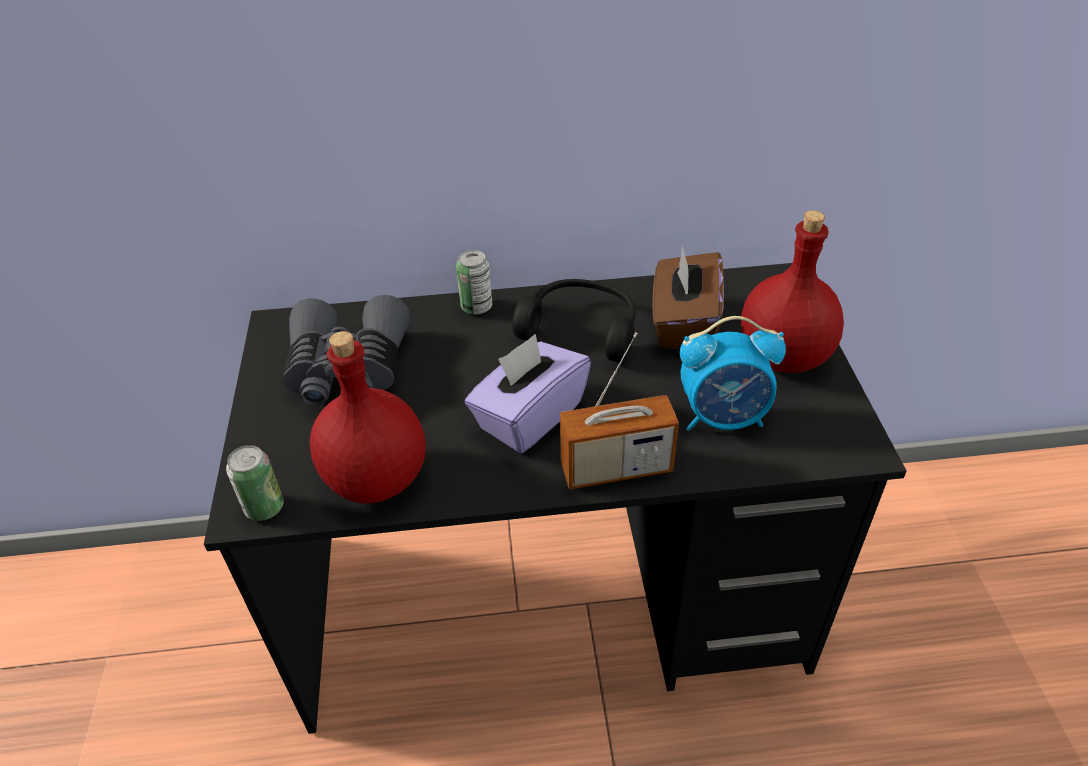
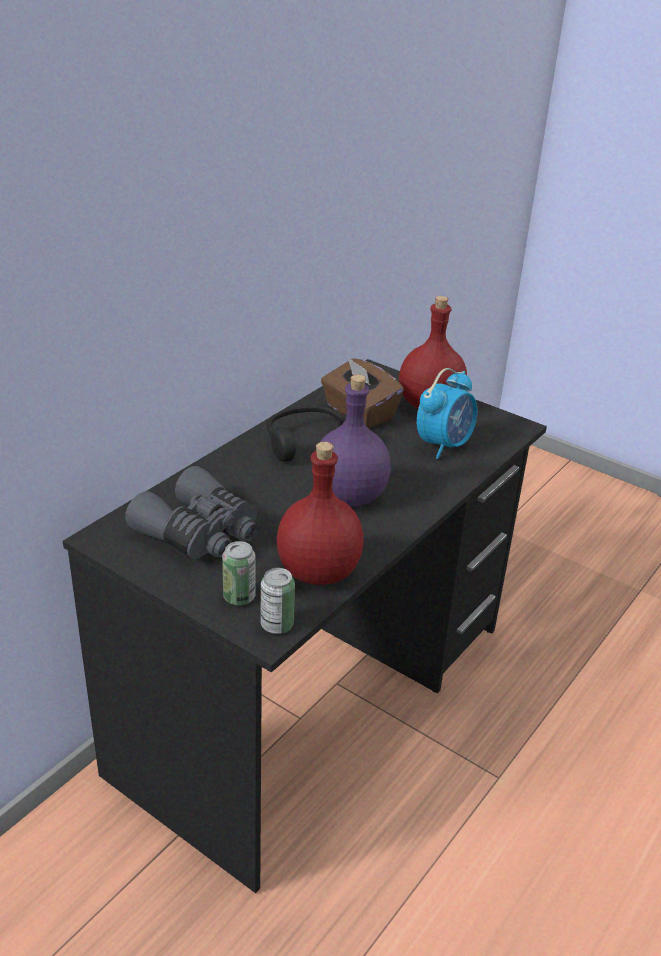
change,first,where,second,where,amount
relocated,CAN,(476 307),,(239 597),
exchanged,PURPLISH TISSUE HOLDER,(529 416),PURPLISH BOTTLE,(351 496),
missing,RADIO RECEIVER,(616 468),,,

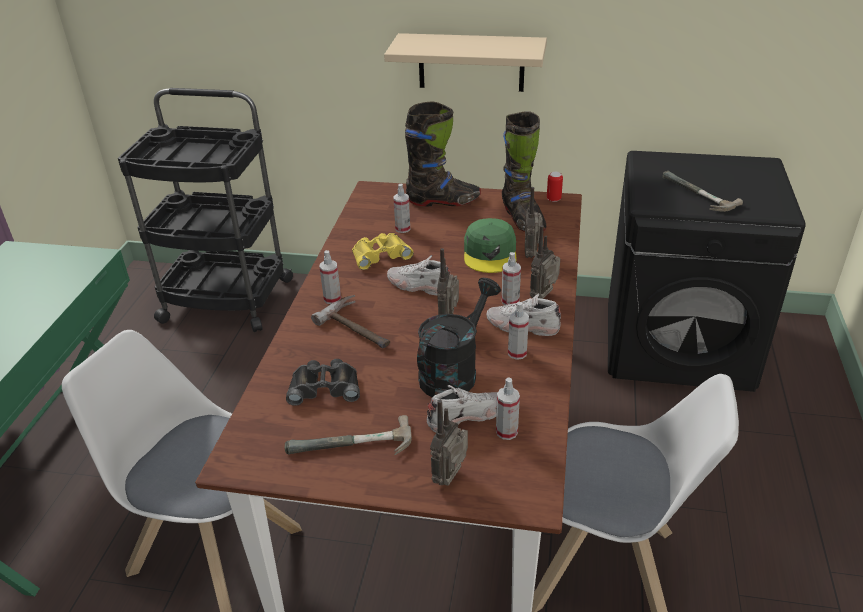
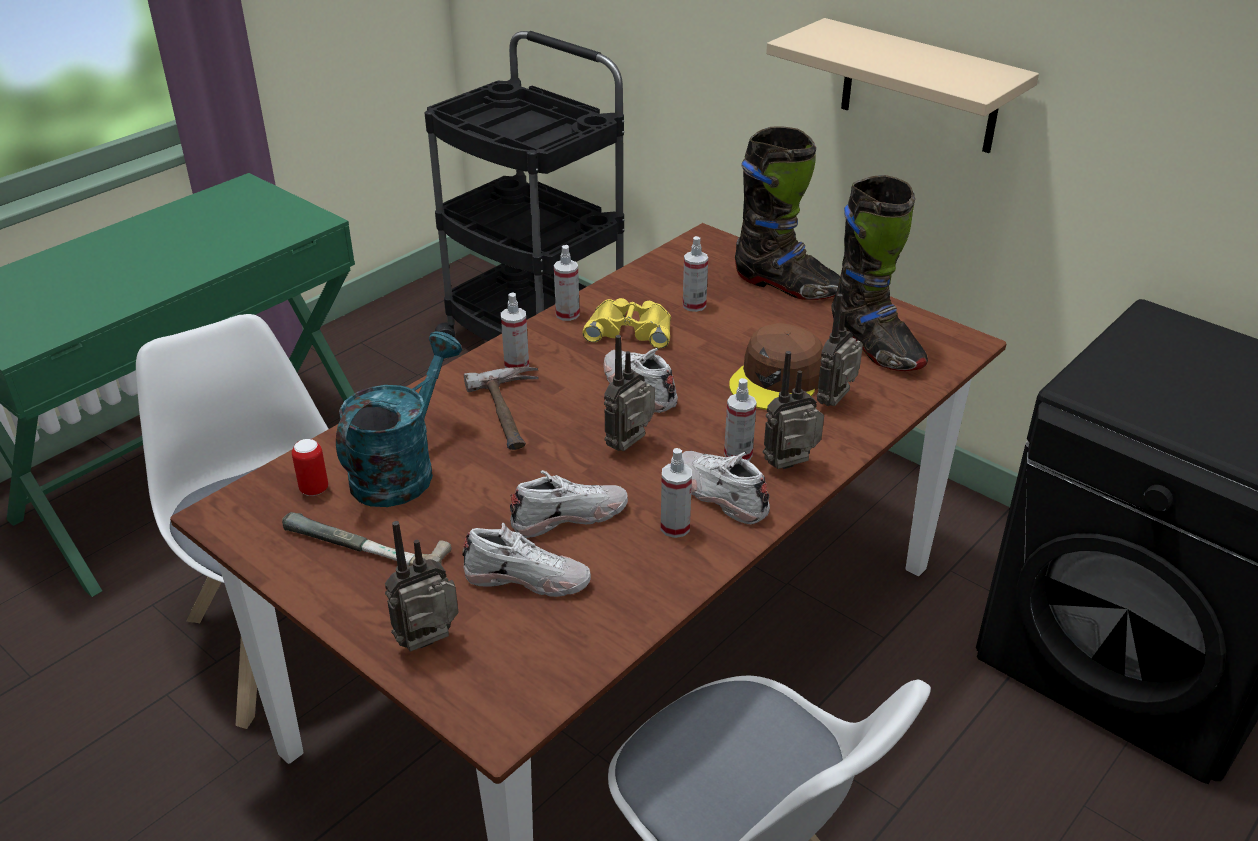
change,first,where,second,where,amount
relocated,CAN,(553 199),,(314 489),
exchanged,BLACK BINOCULARS,(324 387),TURQUOISE-COLOURED WATERING CAN,(401 469),
exchanged,BLACK WATERING CAN,(454 371),WHITE ITEM OF FOOTWEAR,(569 516),
relocated,HAND SPRAYER,(506 432),,(567 314),
colour,GREEN-COLOURED BASEBALL CAP,(490 253),BROWNISH BASEBALL CAP,(778 380),
spun,BLACK HIGH-TOP BOOT,(522 219),,(875 348),45 degrees counterclockwise
missing,TOOL HAMMER,(694 195),,,

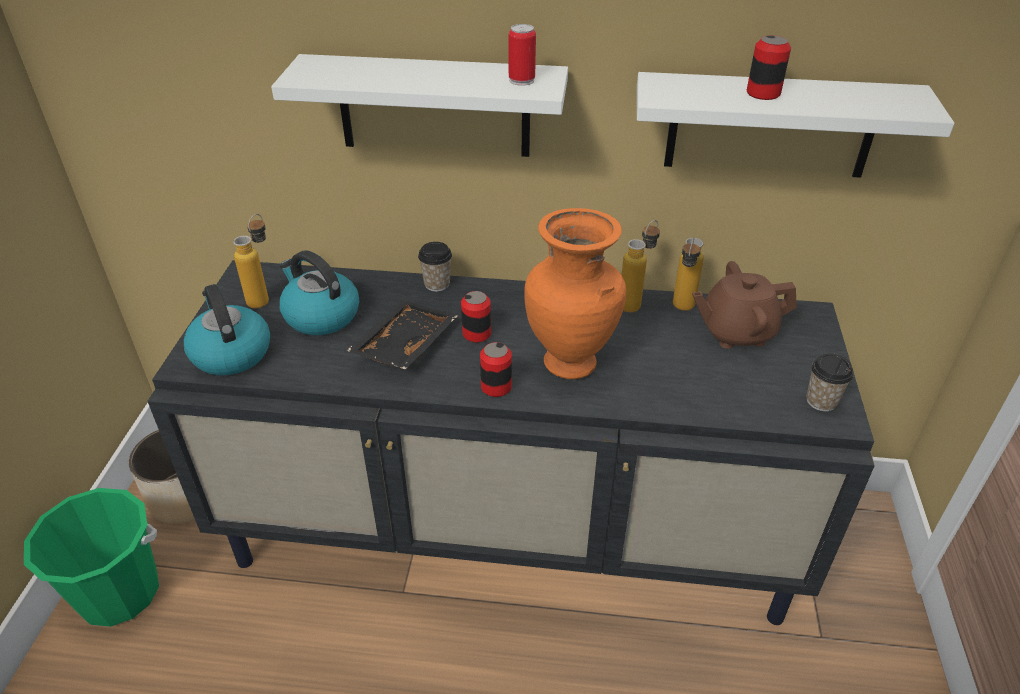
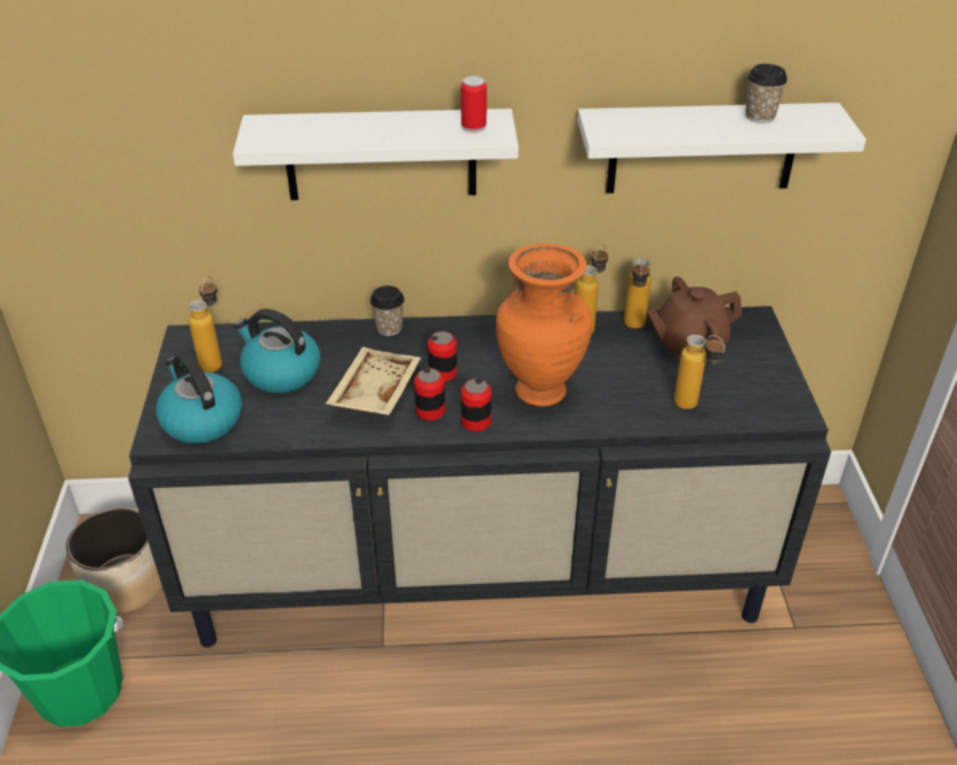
change,first,where,second,where,amount
colour,BLACK CARRYING TRAY,(403 344),BEIGE CARRYING TRAY,(373 392),
relocated,CAN,(763 93),,(430 411),
appeared,,,BOTTLE,(693 407),
relocated,SMALL CUP,(821 401),,(760 116),

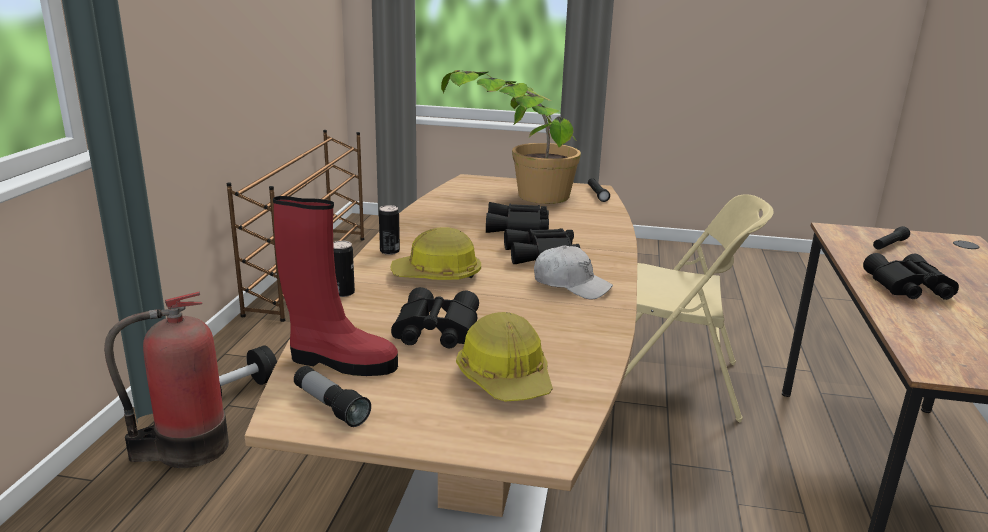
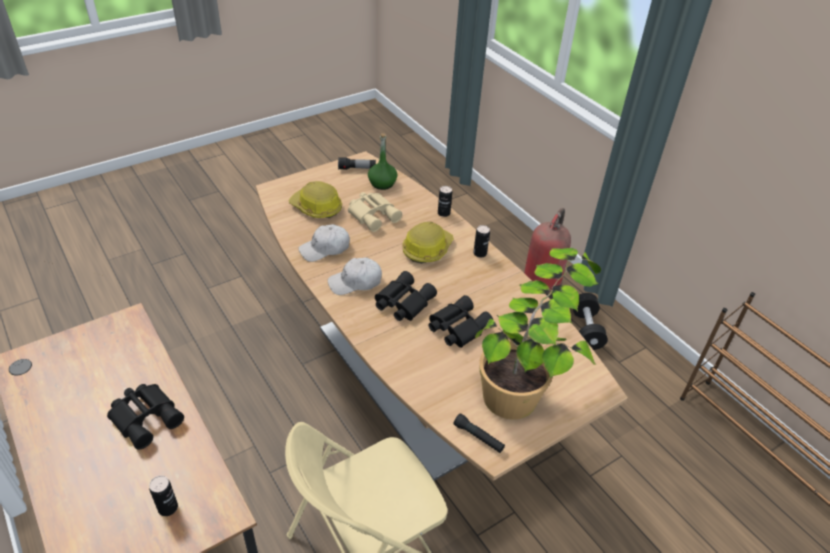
change,first,where,second,where,amount
exchanged,BLACK HAND TORCH,(889 245),CAN,(168 508),
appeared,,,WHITE BASEBALL CAP,(325 249),
colour,BLACK BINOCULARS,(434 330),BEIGE BINOCULARS,(374 215),
exchanged,RED-COLOURED HIGH-TOP BOOT,(340 362),GREEN-COLOURED BOTTLE,(382 183),

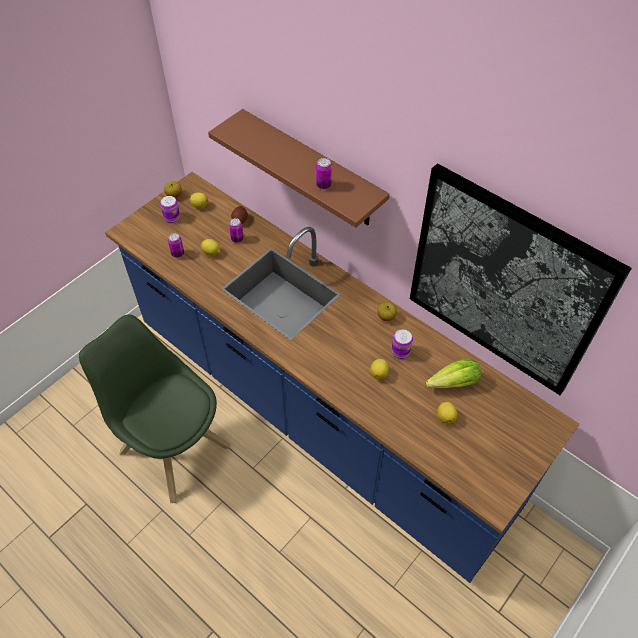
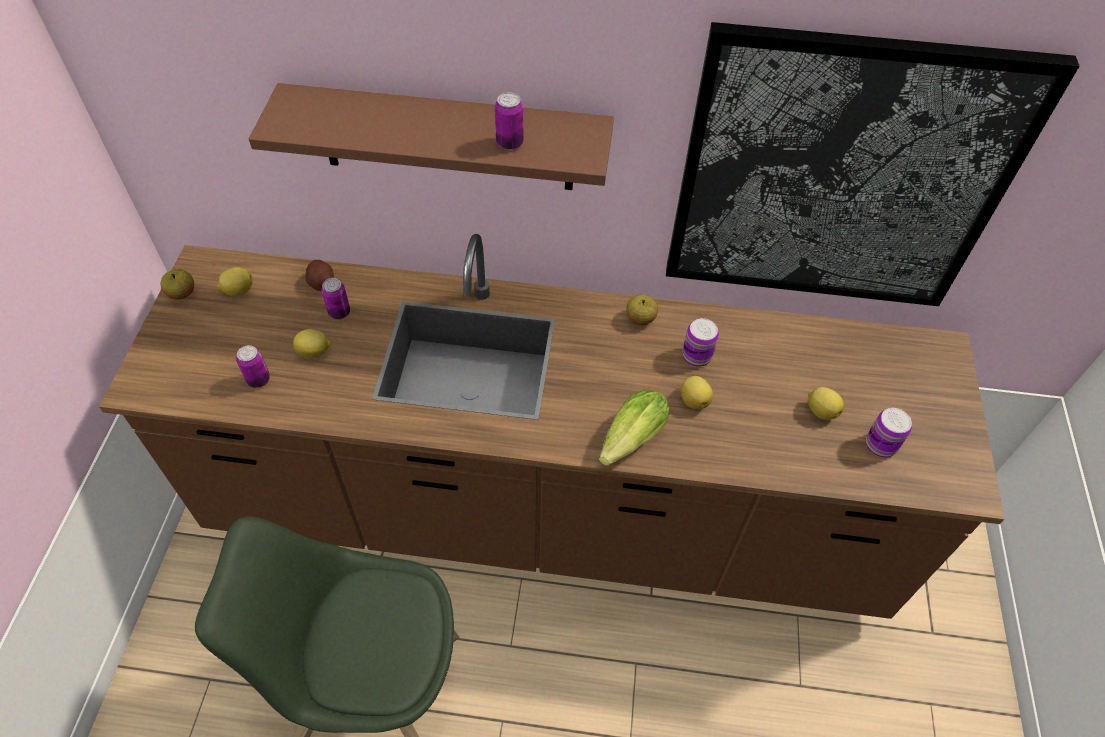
change,first,where,second,where,amount
colour,BLUISH KITCHEN BASE UNIT,(319 414),BROWNISH KITCHEN BASE UNIT,(547 518),
relocated,LETTUCE,(450 383),,(628 441),
relocated,CAN,(172 218),,(880 445),

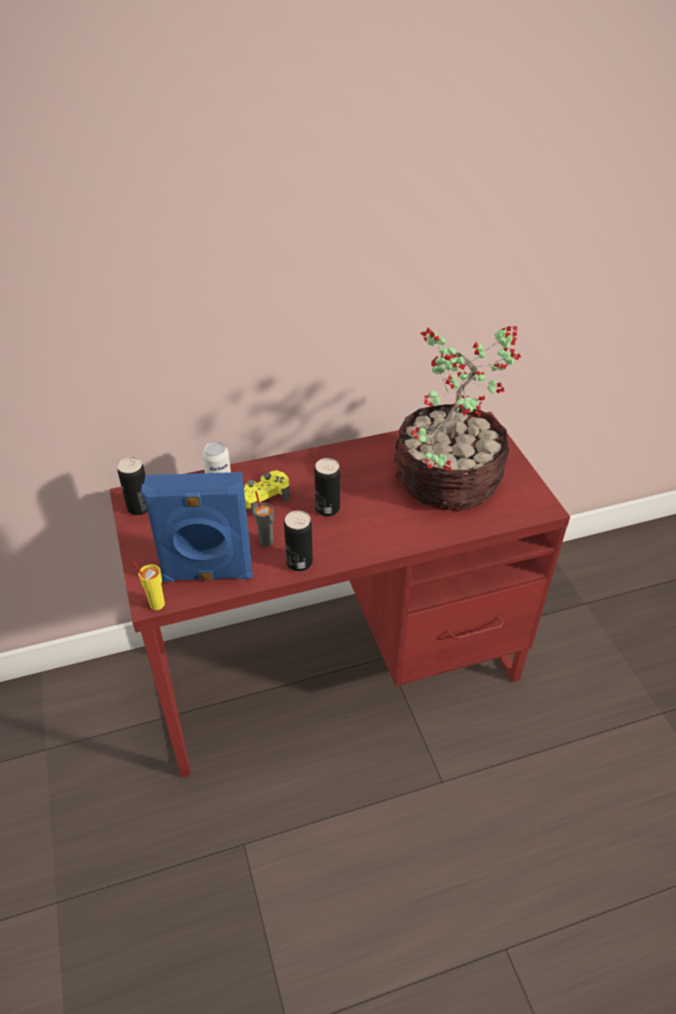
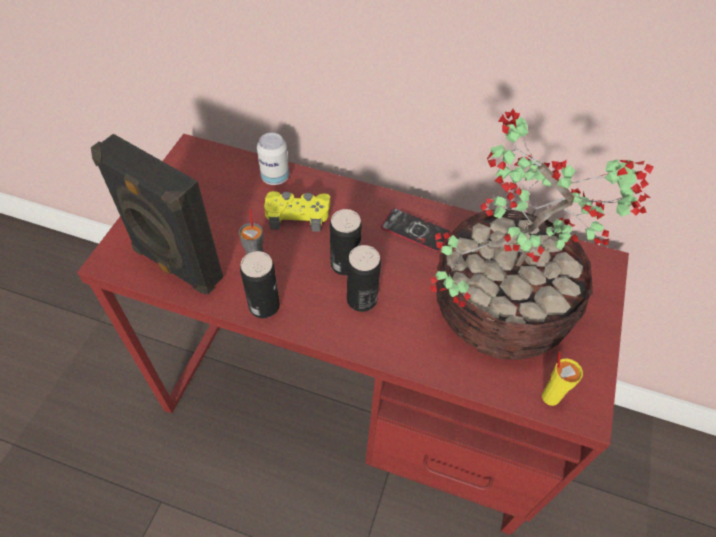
change,first,where,second,where,amount
colour,BLUISH SPEAKER,(207 574),BLACK SPEAKER,(176 265),
relocated,CAN,(139 507),,(361 299),
appeared,,,TELEPHONE,(415 231),
relocated,YELLOWISH SMALL CUP,(156 604),,(550 396),

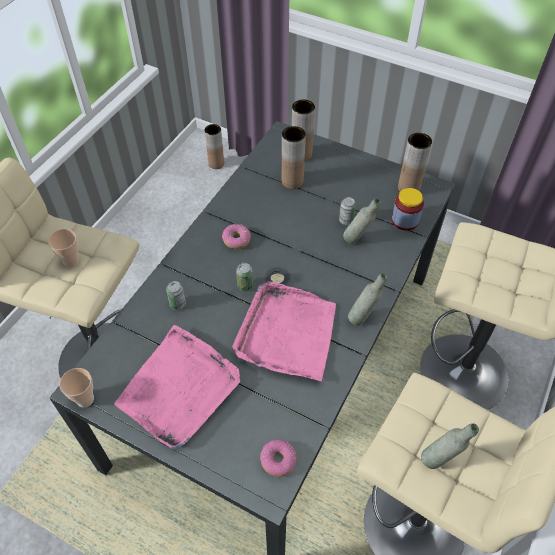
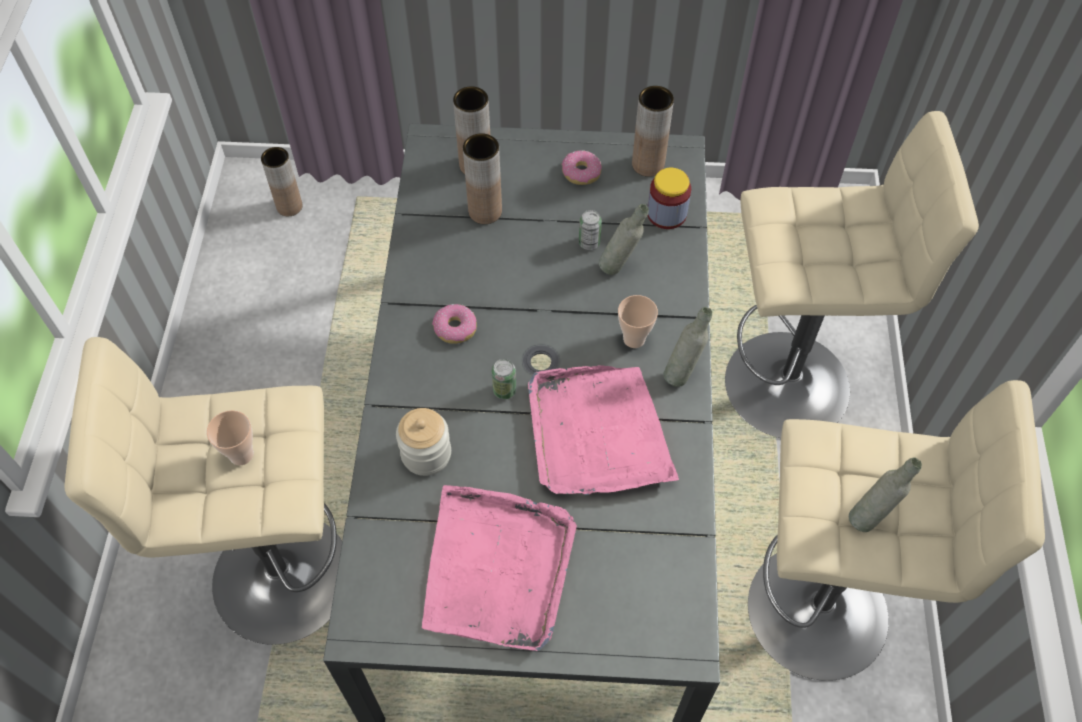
change,first,where,second,where,amount
exchanged,CAN,(178 304),PRESERVE JAR,(426 454),
relocated,RING DOUGHNUT,(278 460),,(581 173),
relocated,SMALL CUP,(85 399),,(634 339),

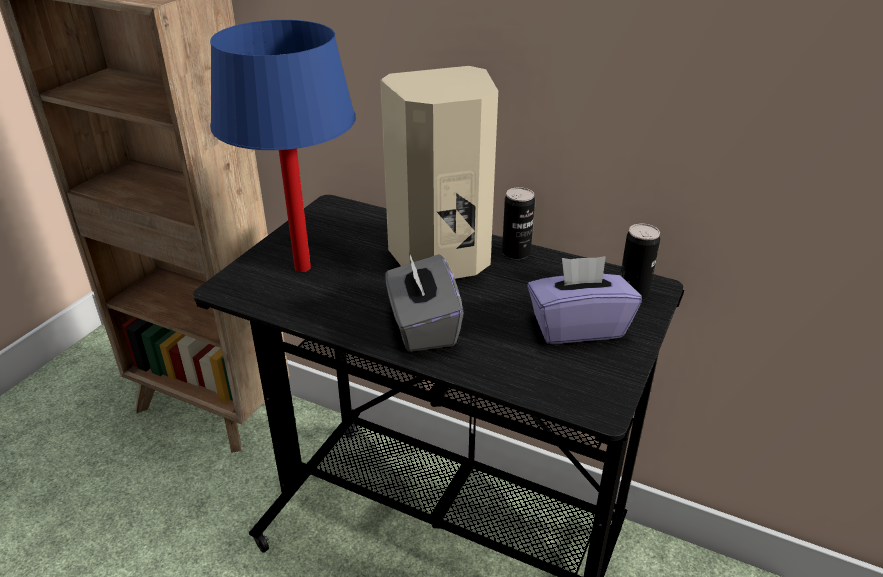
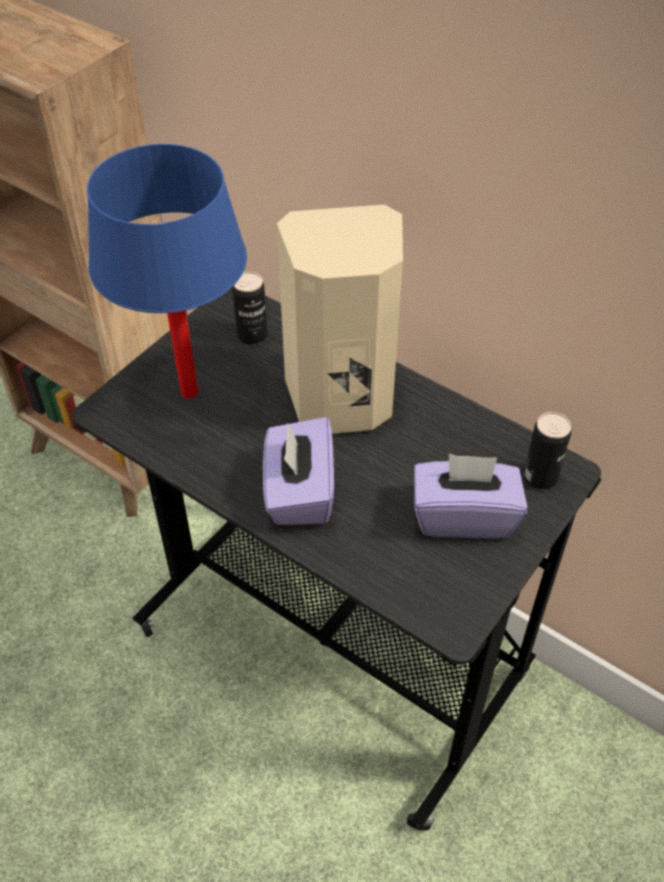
change,first,where,second,where,amount
relocated,CAN,(516 253),,(252 335),
colour,GREYISH TISSUE HOLDER,(422 326),PURPLISH TISSUE HOLDER,(299 492),

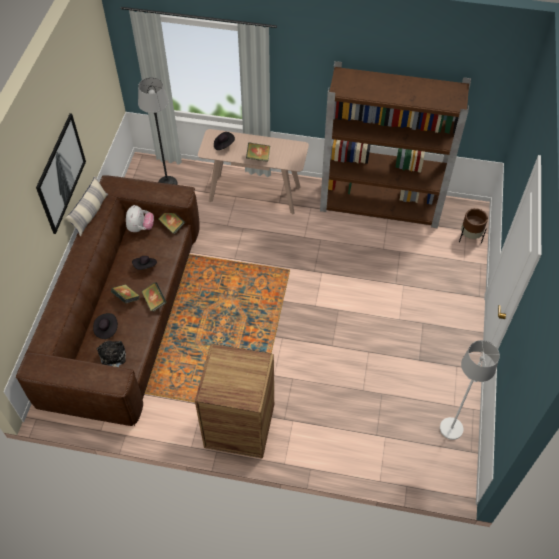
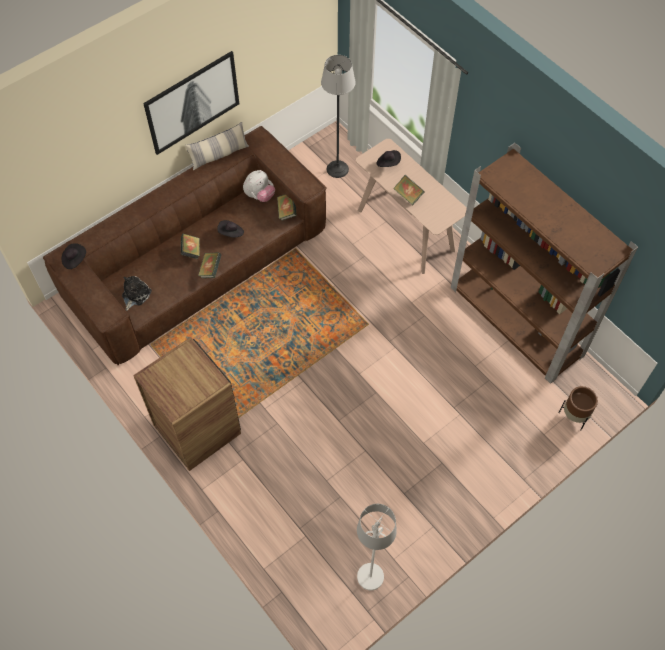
change,first,where,second,where,amount
relocated,BLACK WEARABLE HAT,(106 329),,(74 260),

